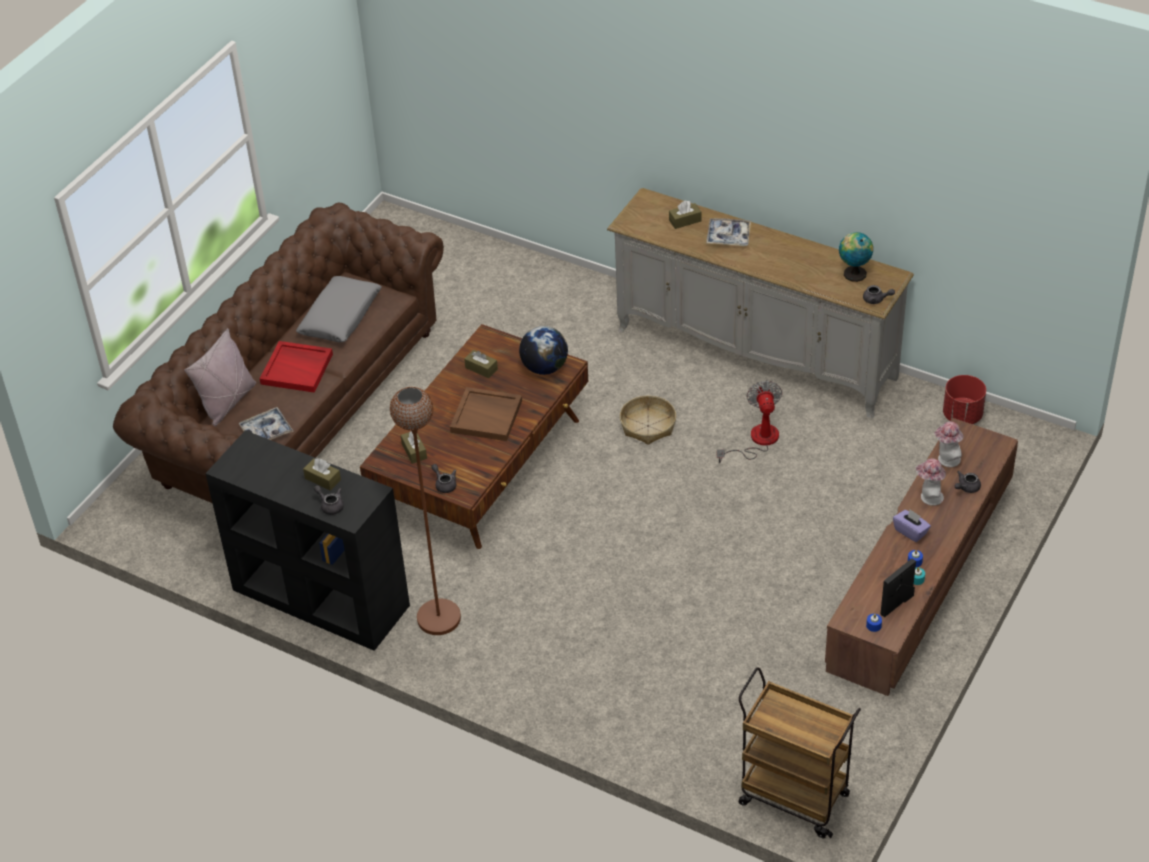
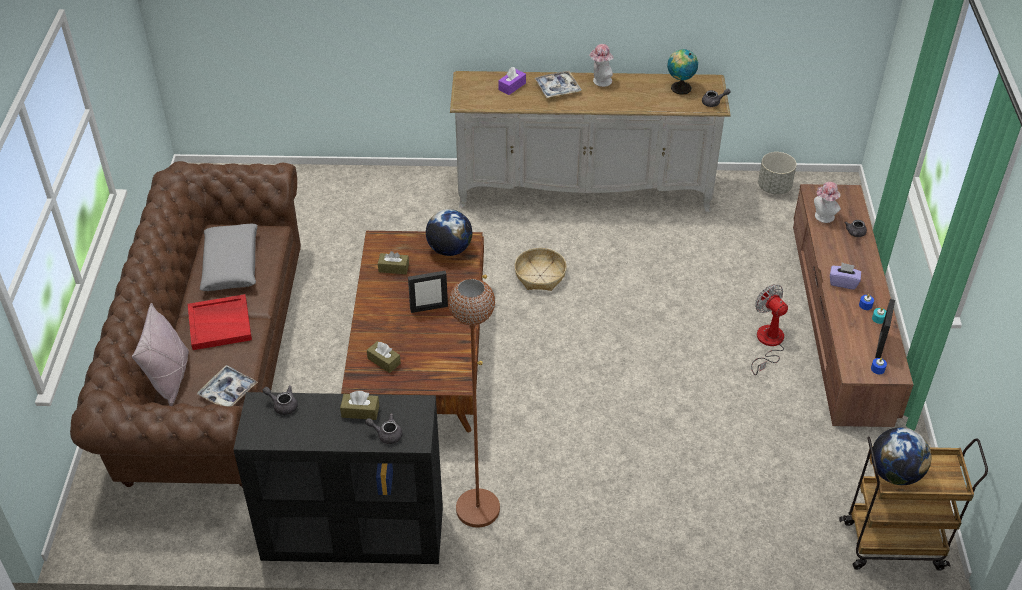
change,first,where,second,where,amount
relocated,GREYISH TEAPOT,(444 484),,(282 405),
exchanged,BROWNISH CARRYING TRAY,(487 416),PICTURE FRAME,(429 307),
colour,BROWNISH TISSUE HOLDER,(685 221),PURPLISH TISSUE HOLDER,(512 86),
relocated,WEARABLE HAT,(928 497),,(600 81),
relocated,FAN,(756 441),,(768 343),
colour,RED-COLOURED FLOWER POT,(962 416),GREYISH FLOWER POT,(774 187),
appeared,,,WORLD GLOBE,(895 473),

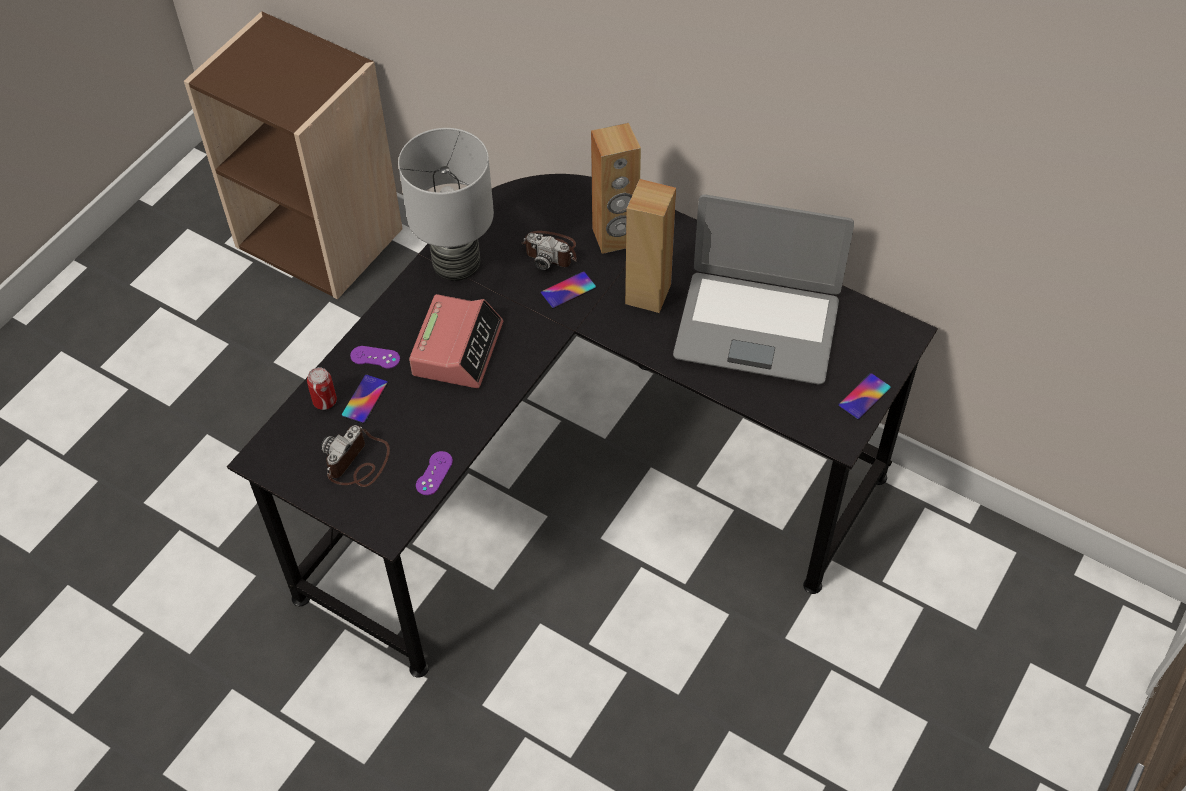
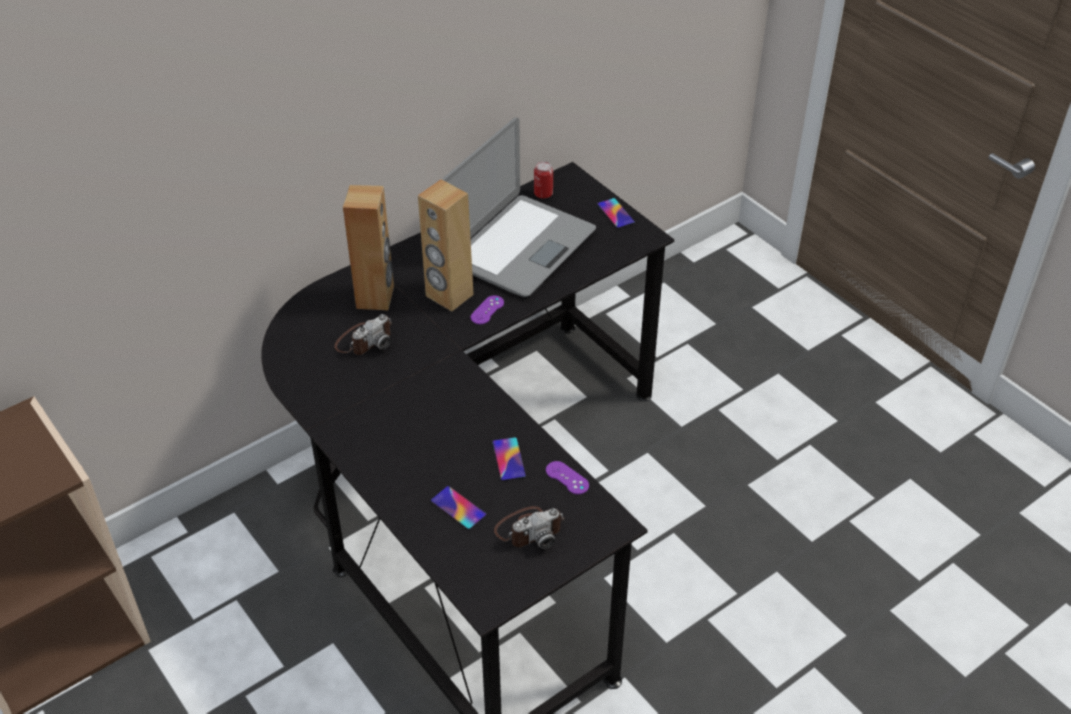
change,first,where,second,where,amount
relocated,PURPLISH JOYPAD,(375 357),,(487 310),
relocated,TELEPHONE,(568 290),,(508 459),
spun,PHOTO CAMERA,(358 463),,(529 529),75 degrees counterclockwise
relocated,CAN,(325 401),,(543 194),
missing,GREYISH TABLE LAMP,(457 262),,,
missing,BEDSIDE CLOCK,(457 349),,,

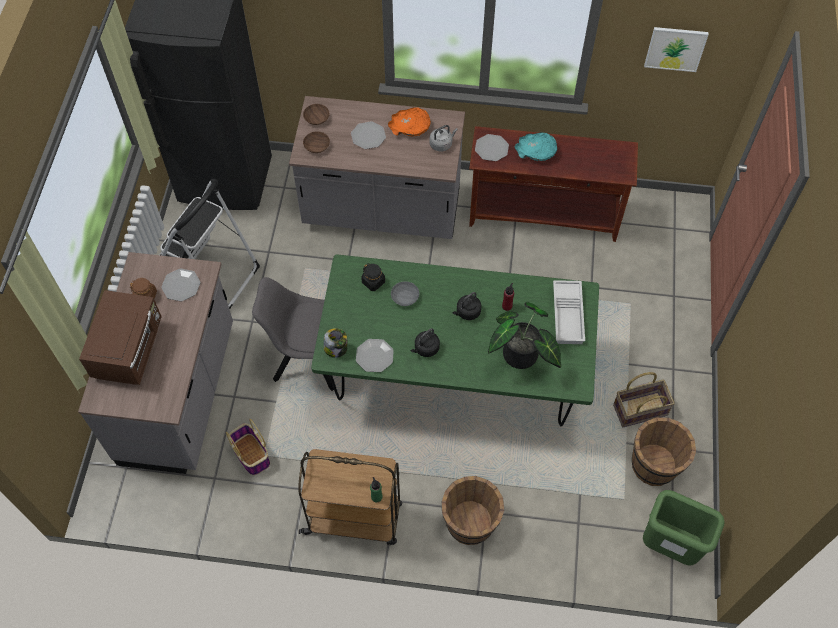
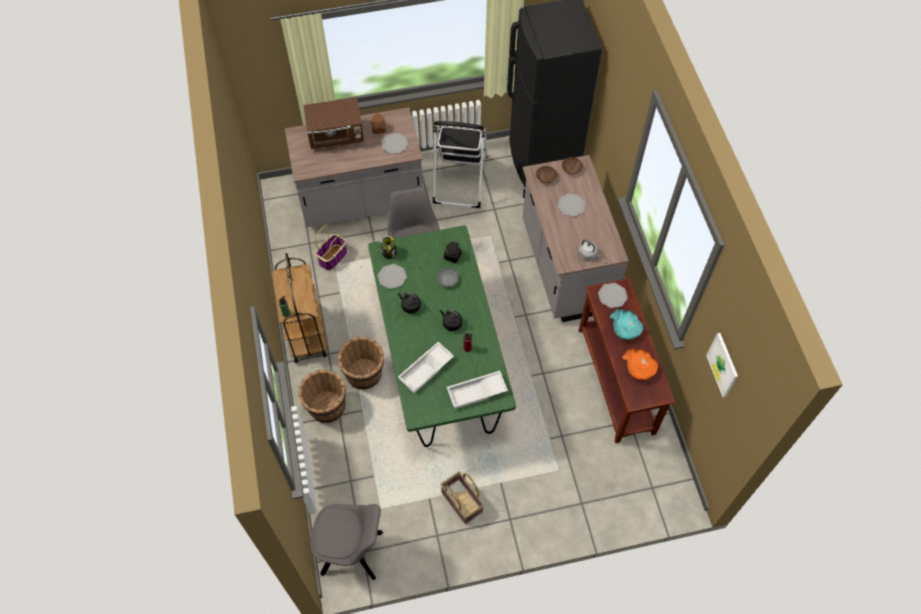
change,first,where,second,where,amount
exchanged,GREEN-COLOURED TRASH CAN,(669 546),GREYISH CHAIR,(352 552),
relocated,BROWNISH BUCKET,(654 464),,(364 374),
exchanged,HOUSEPLANT,(521 358),WHITE CARRYING TRAY,(426 370),
relocated,ORANGE BOWL,(410 127),,(639 367),

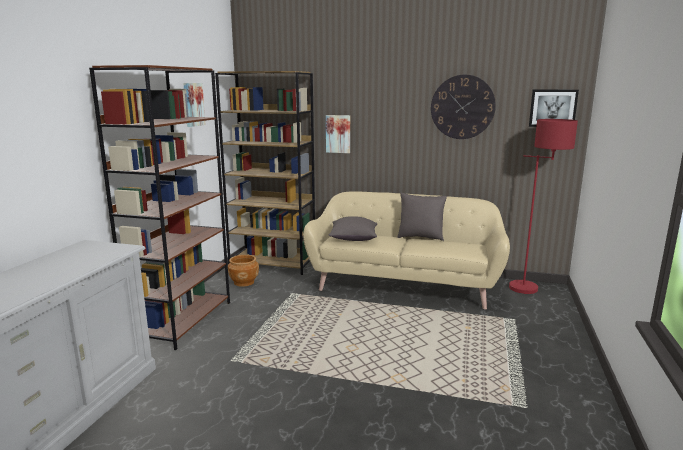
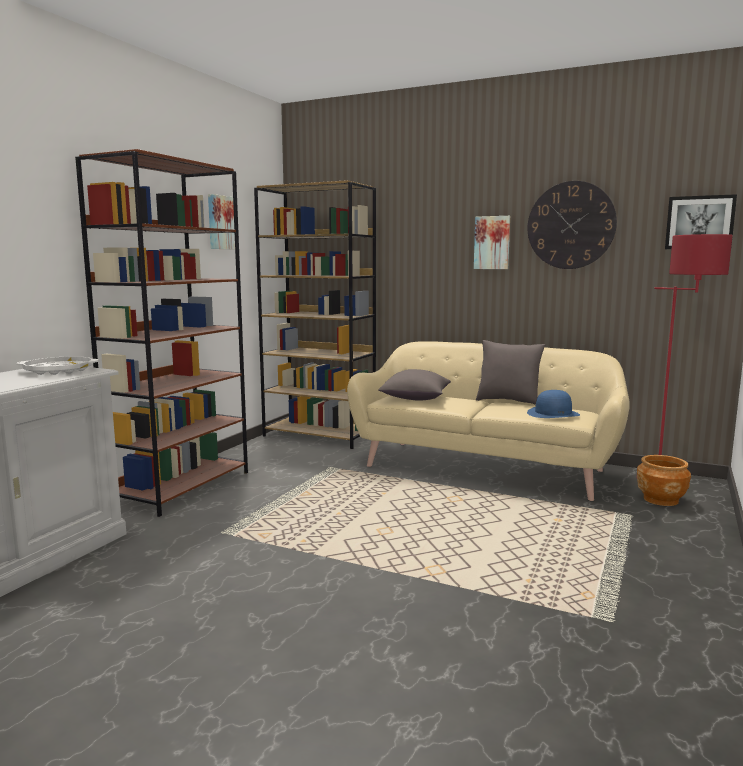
change,first,where,second,where,amount
appeared,,,WHITE CARRYING TRAY,(59 371),
relocated,WALL ART,(338 134),,(492 242),
appeared,,,BLUISH WEARABLE HAT,(553 413),
relocated,BROWNISH FLOWER POT,(244 282),,(661 499),

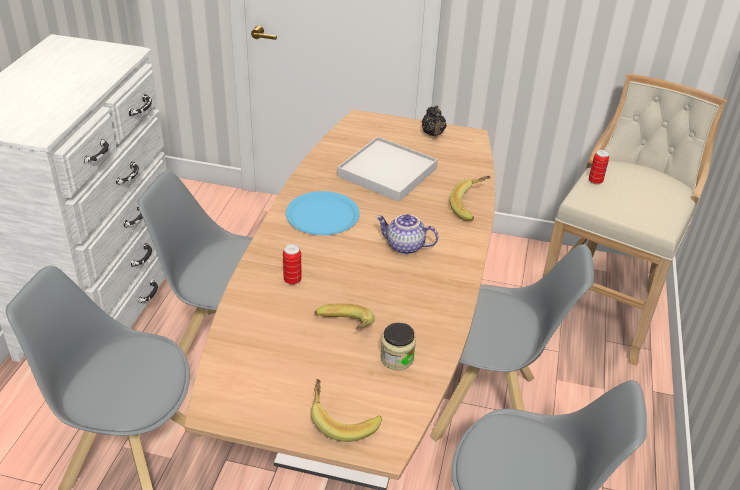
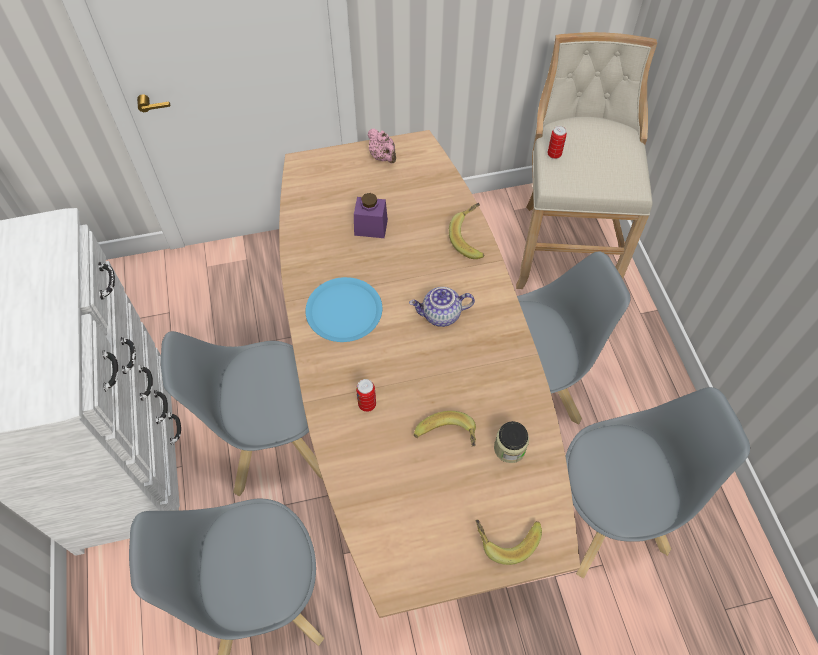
change,first,where,second,where,amount
exchanged,WHITE CARRYING TRAY,(387 172),PURPLISH PRESERVE JAR,(371 227),
colour,BLACK TEAPOT,(433 134),PINK TEAPOT,(383 157),

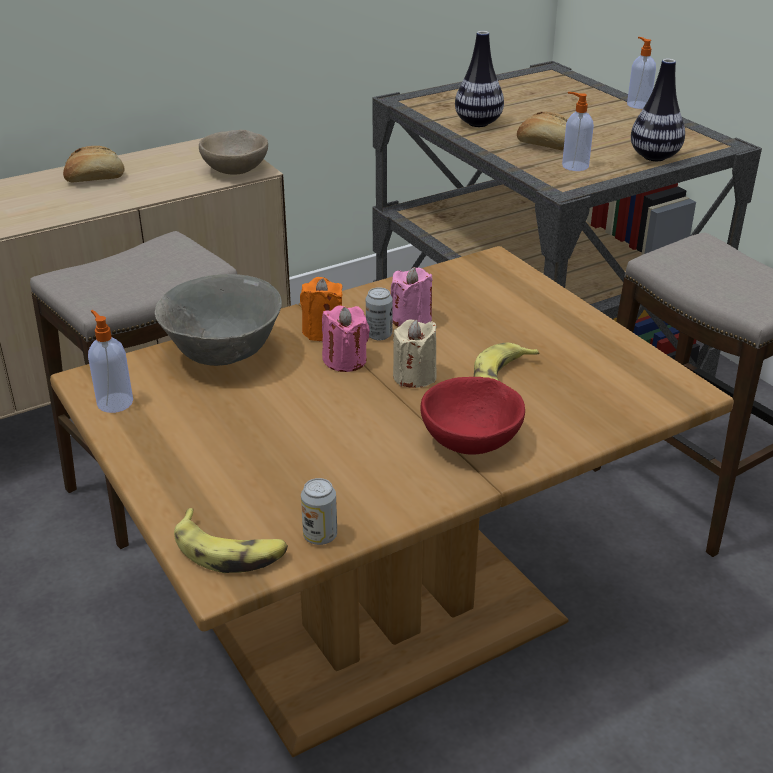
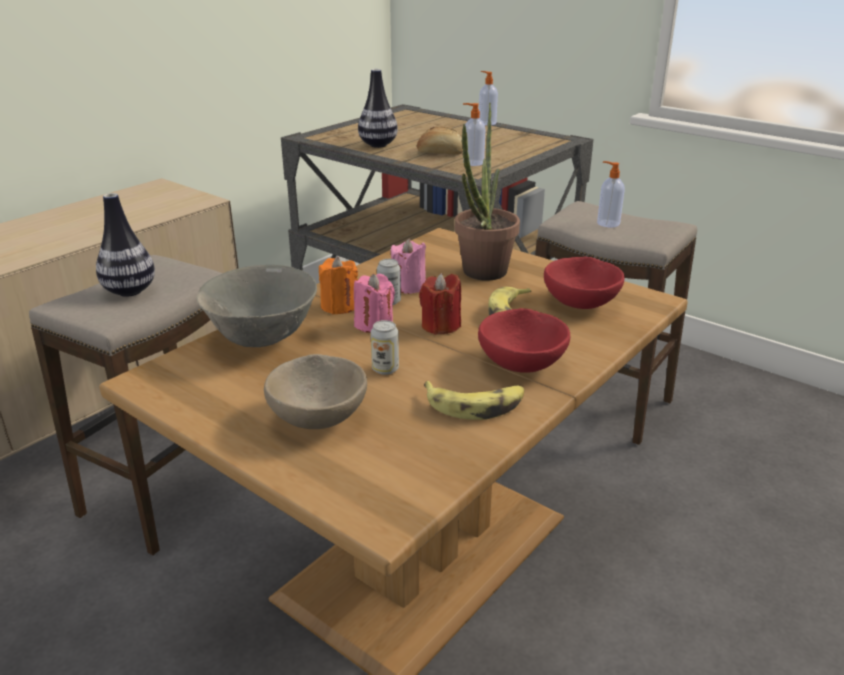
change,first,where,second,where,amount
relocated,FLOWER VASE,(654 157),,(130 291),
relocated,BEIGE BOWL,(236 171),,(319 417),
relocated,CAN,(320 536),,(385 369),
colour,BEIGE WAX LIGHT,(414 376),RED-COLOURED WAX LIGHT,(440 326),
relocated,WHOLE BANANA,(230 551),,(475 405),
appeared,,,HOUSEPLANT,(481 275),
appeared,,,RED-COLOURED BOWL,(581 303),
relocated,SOAP DISPENSER,(114 402),,(607 223),
missing,BAKED BREAD,(95 179),,,

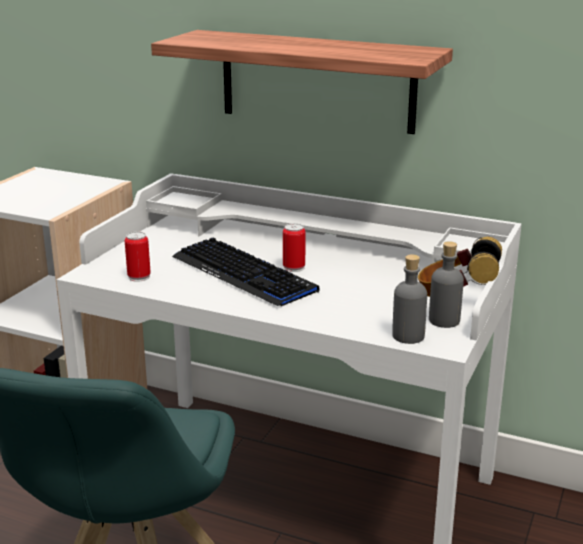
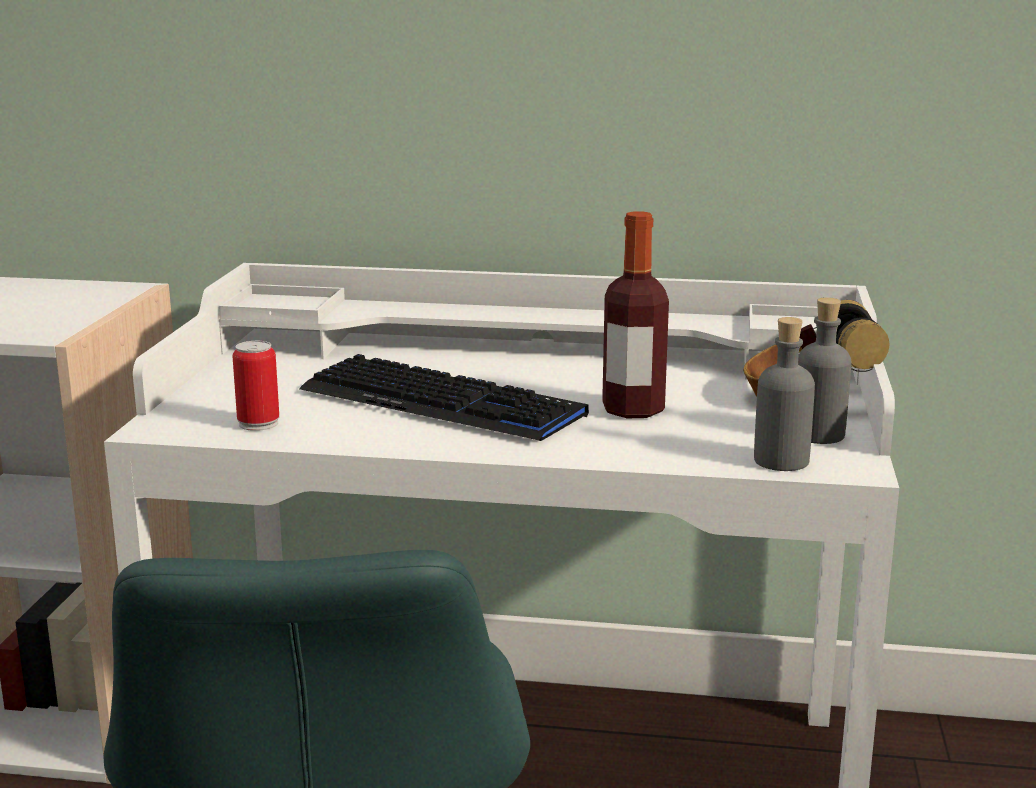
change,first,where,second,where,amount
appeared,,,BOTTLE,(633 410),
missing,BRACKET SHELF,(317 81),,,
missing,CAN,(294 267),,,

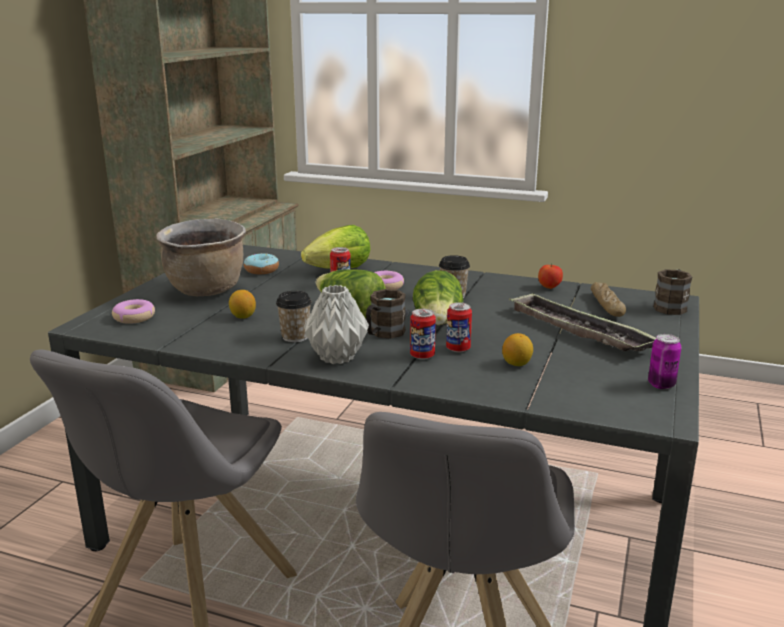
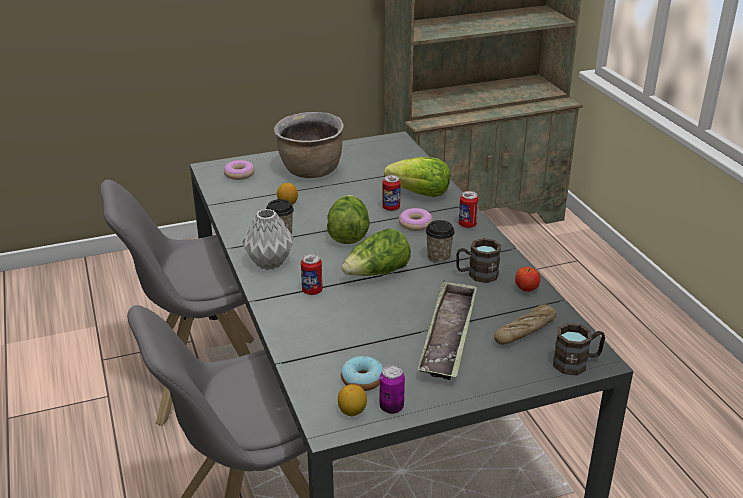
change,first,where,second,where,amount
relocated,LEMON,(517 364),,(352 411),
relocated,RING DOUGHNUT,(261 270),,(362 380),
relocated,BROWNISH COFFEE MUG,(383 334),,(476 274),
relocated,CAN,(458 349),,(467 225),

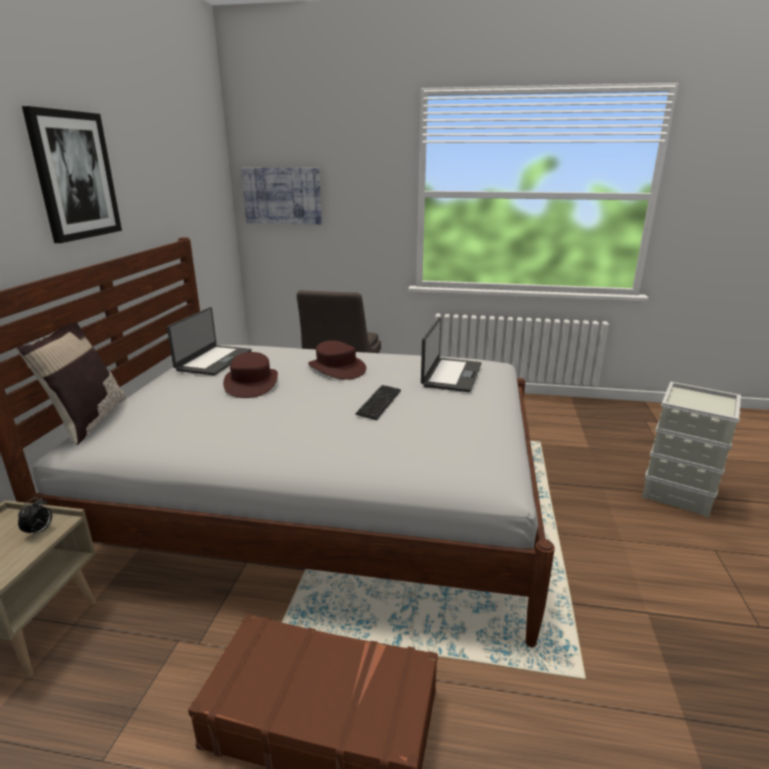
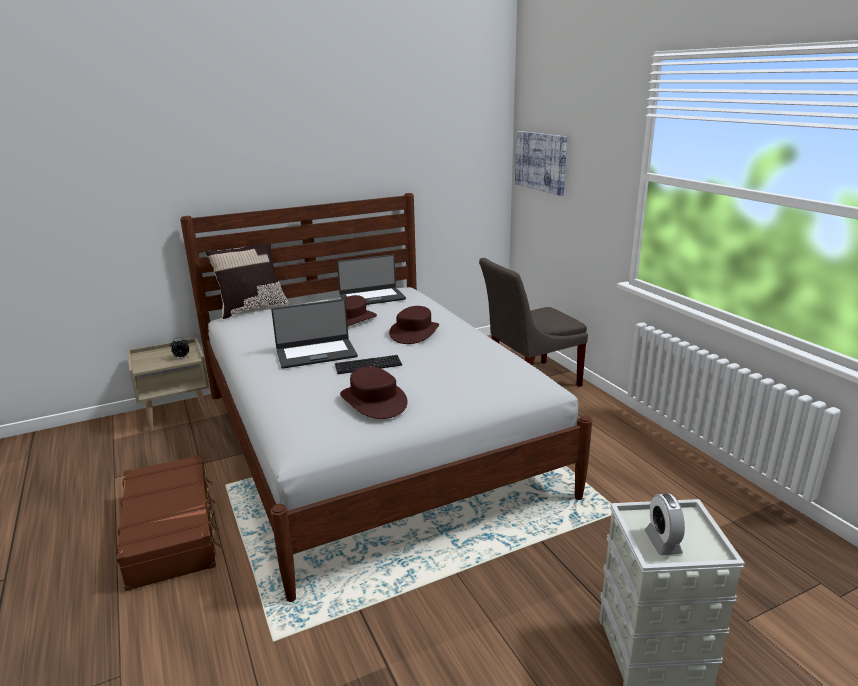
change,first,where,second,where,amount
relocated,LAPTOP,(451 375),,(316 353),
appeared,,,BROWNISH WEARABLE HAT,(374 400),
appeared,,,BEDSIDE CLOCK,(662 542),
missing,WALL ART,(74 176),,,

